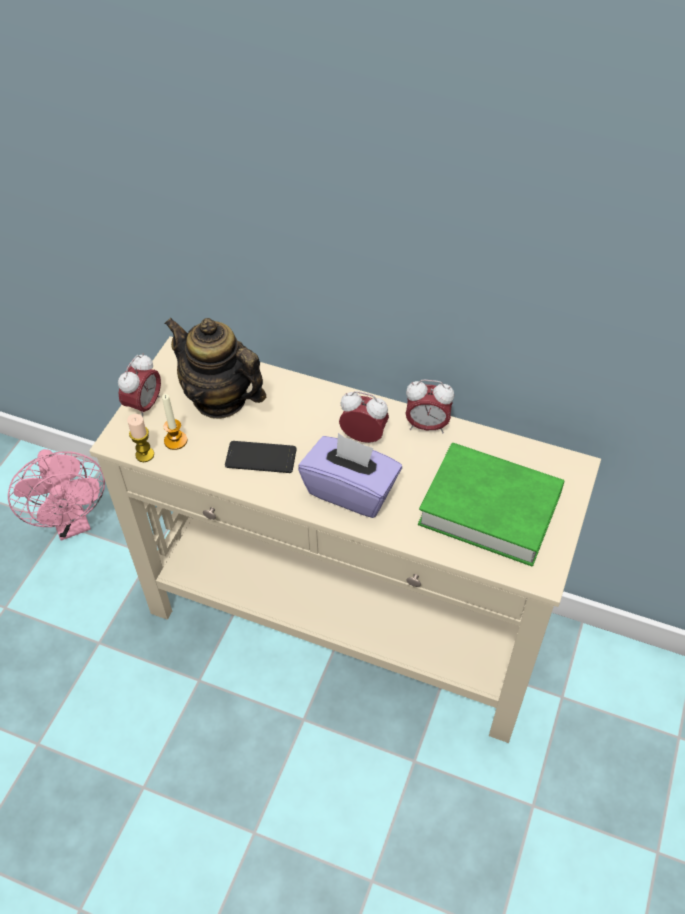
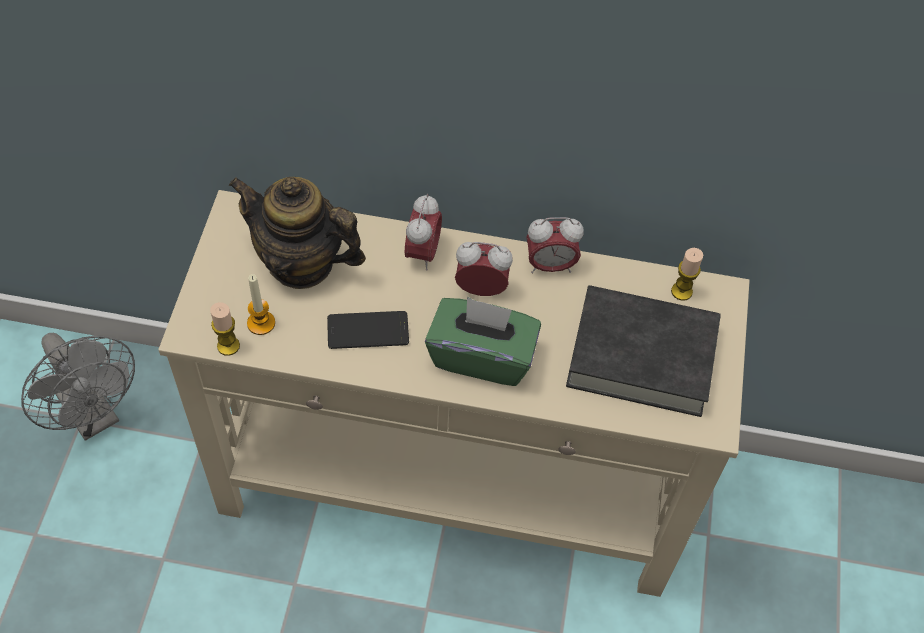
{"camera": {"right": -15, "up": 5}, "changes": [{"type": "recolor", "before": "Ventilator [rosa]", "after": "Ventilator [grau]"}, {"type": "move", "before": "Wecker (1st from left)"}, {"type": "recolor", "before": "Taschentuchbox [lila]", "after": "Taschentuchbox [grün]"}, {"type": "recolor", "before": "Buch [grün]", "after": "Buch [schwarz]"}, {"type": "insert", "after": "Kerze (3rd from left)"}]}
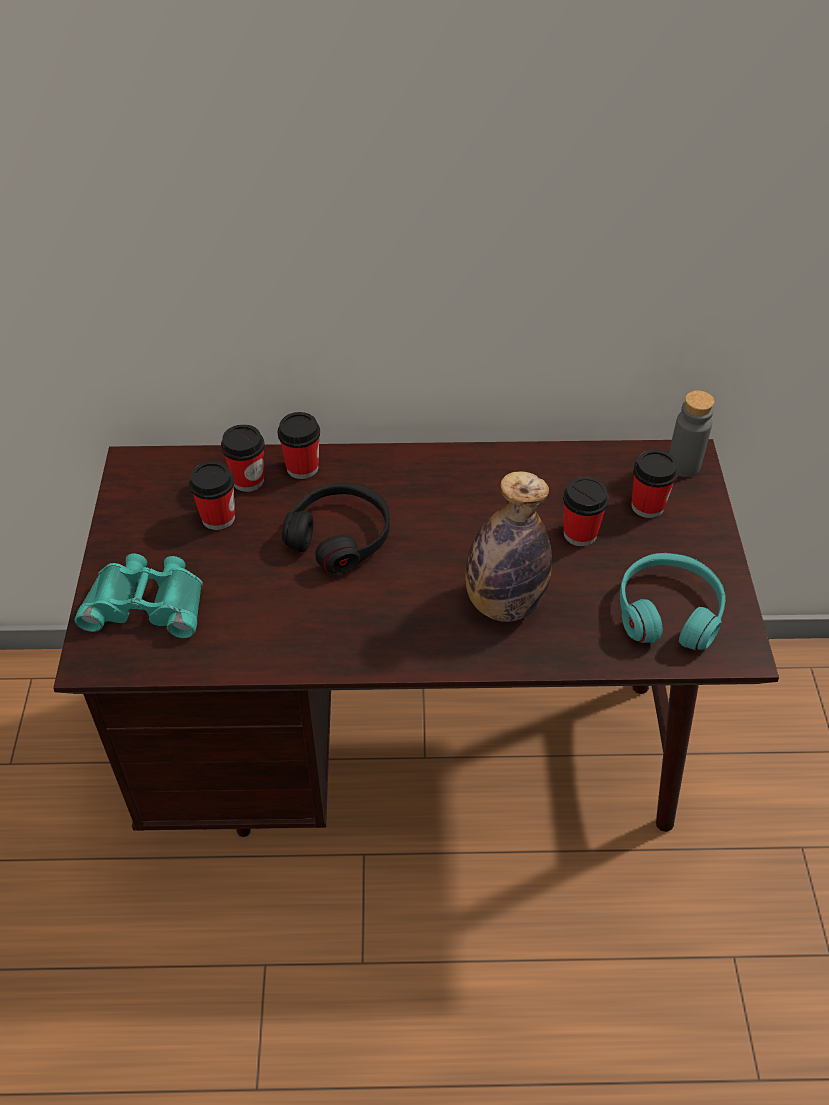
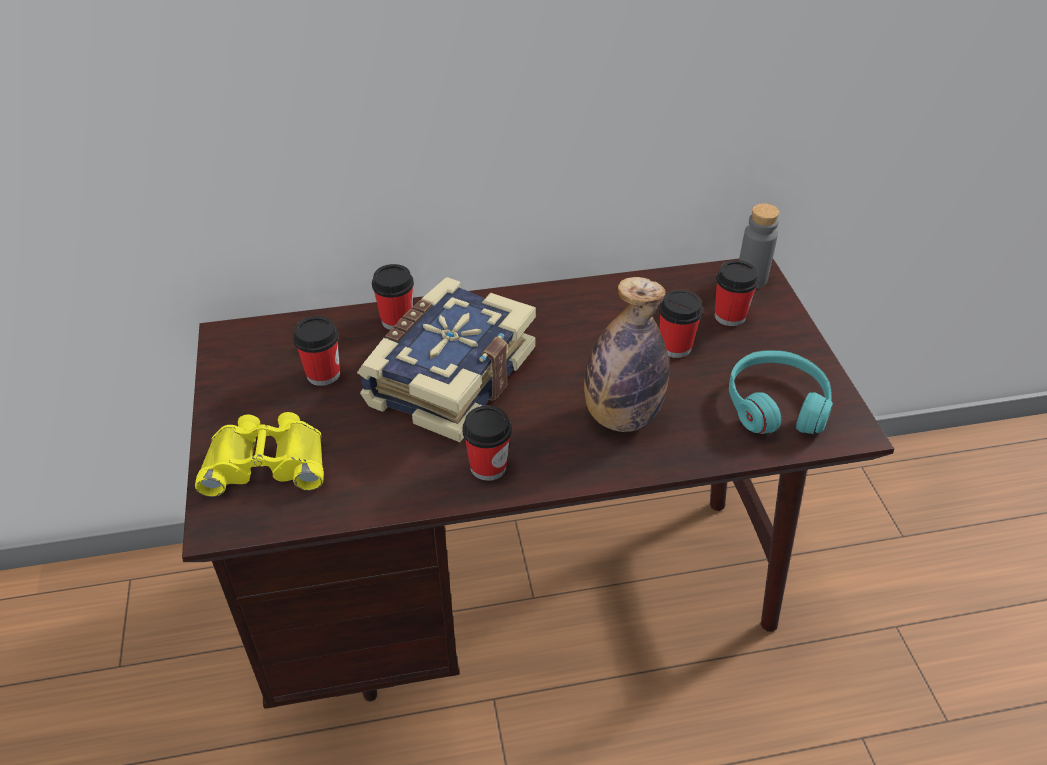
{"camera": {"right": -10, "up": -5}, "changes": [{"type": "recolor", "before": "Fernglas [türkis]", "after": "Fernglas [gelb]"}, {"type": "move", "before": "Tasse (2nd from left in the first image)", "after": "Tasse (3rd from left)"}, {"type": "replace", "before": "Kopfhörer [schwarz]", "after": "Buch"}]}
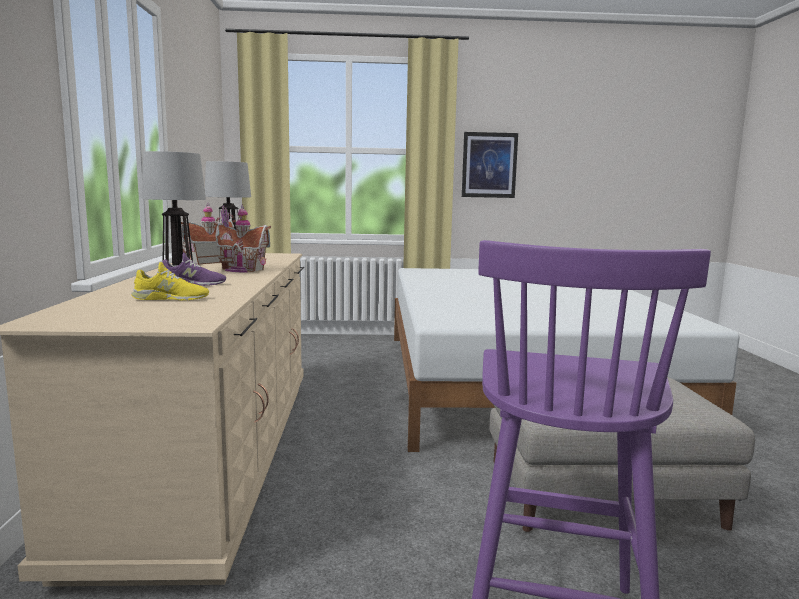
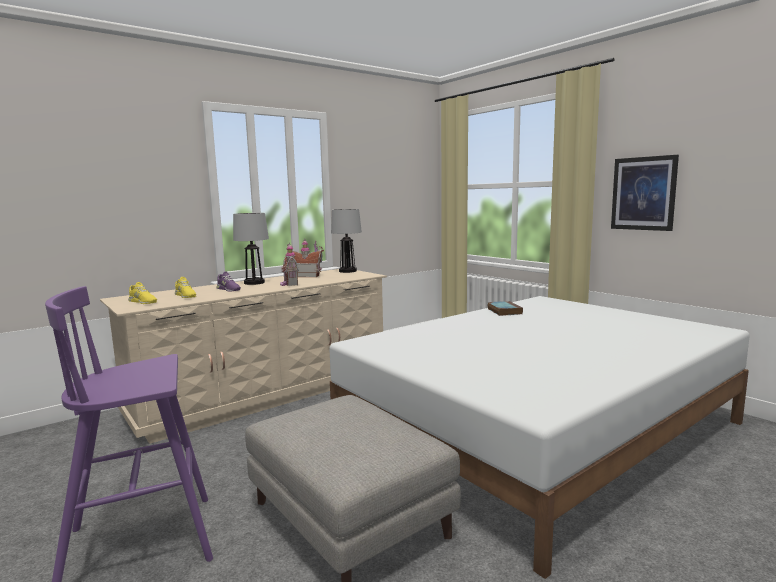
{"camera": {"right": 55, "up": 0}, "changes": [{"type": "insert", "after": "Schuh [gelb] (1st from left)"}, {"type": "insert", "after": "Buch"}]}
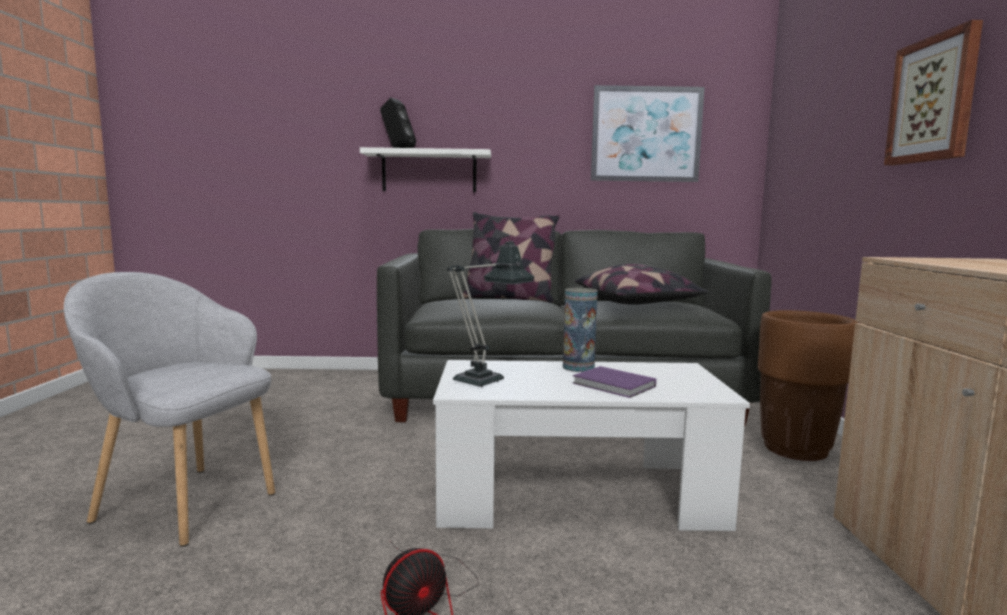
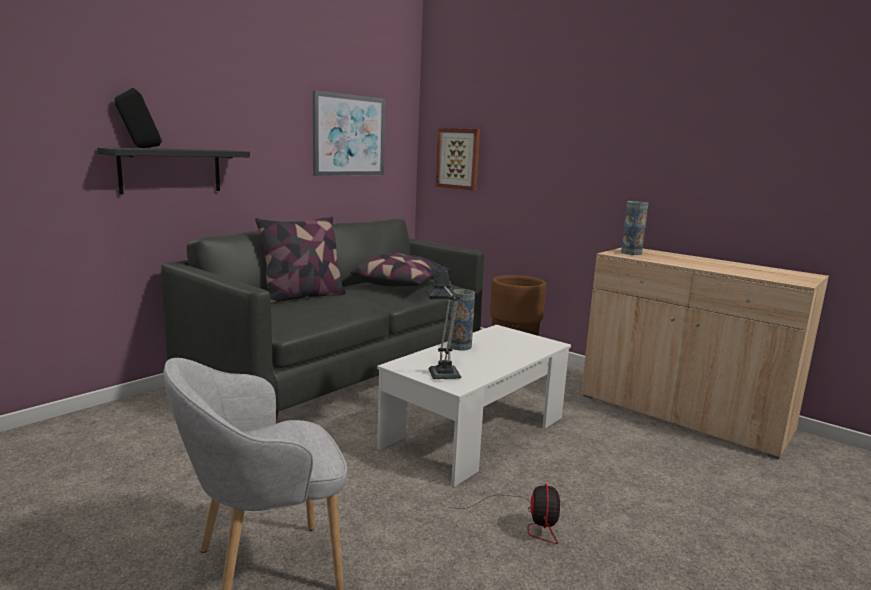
{"camera": {"right": -50, "up": 5}, "changes": [{"type": "recolor", "before": "Wandregal [weiß]", "after": "Wandregal [schwarz]"}, {"type": "delete", "before": "Buch [lila]"}, {"type": "move", "before": "Bild (2nd from left)"}, {"type": "insert", "after": "Vase (2nd from left)"}]}
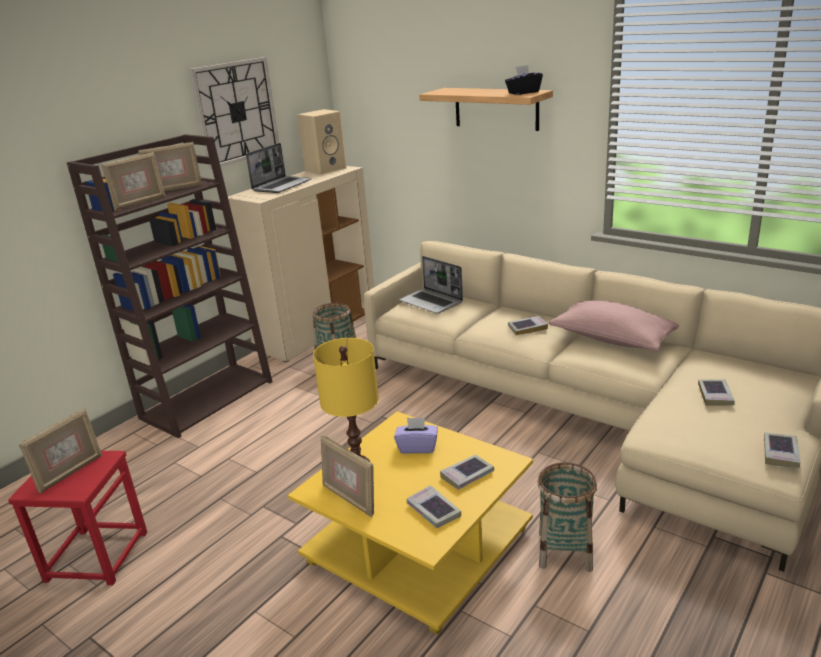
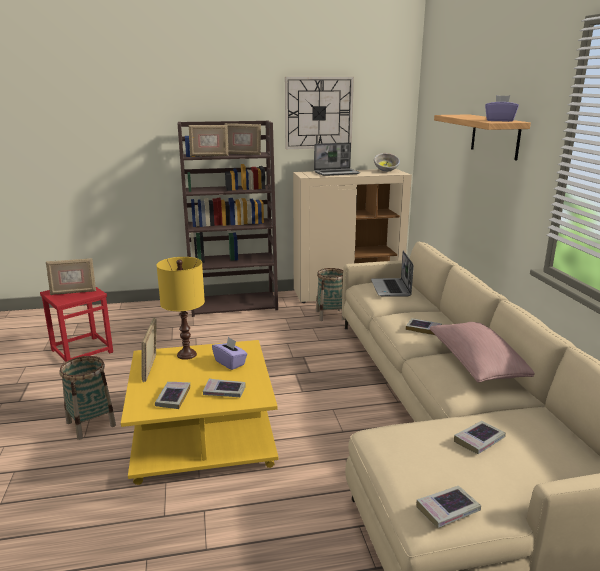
{"camera": {"right": 40, "up": -5}, "changes": [{"type": "replace", "before": "Lautsprecher [beige]", "after": "Schüssel"}, {"type": "recolor", "before": "Taschentuchbox [schwarz]", "after": "Taschentuchbox [lila] (2nd from left)"}, {"type": "move", "before": "Korb (2nd from left in the first image)", "after": "Korb (1st from left)"}]}
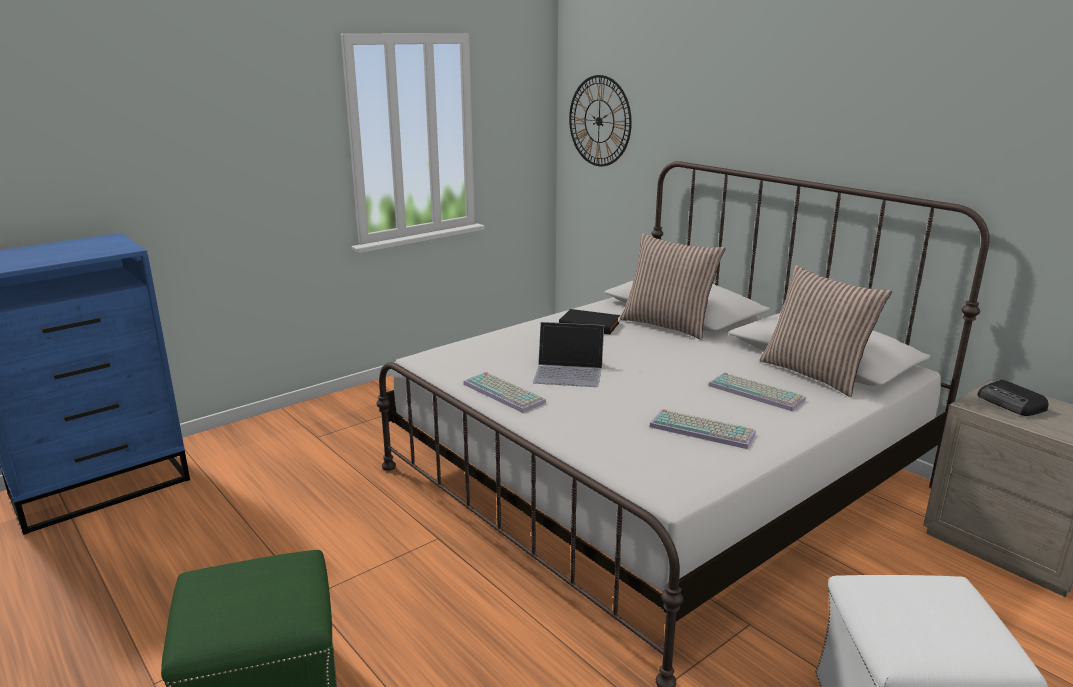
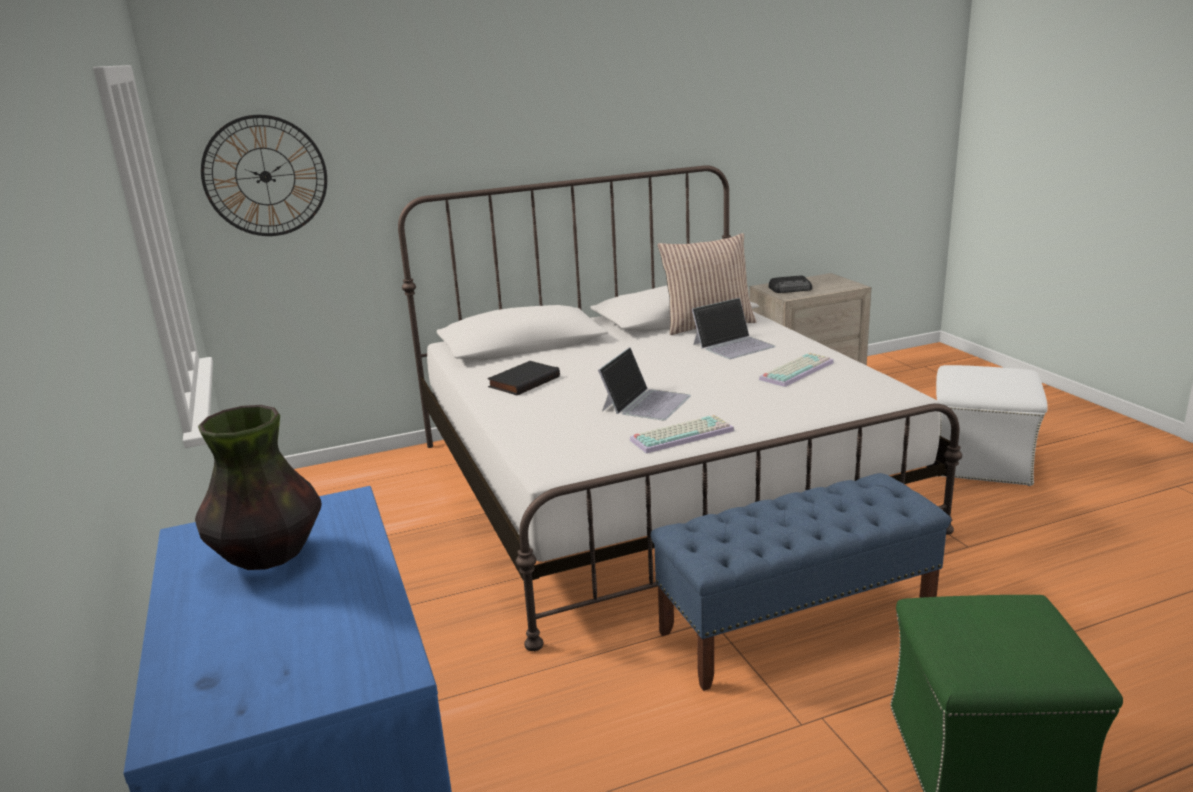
{"camera": {"right": -70, "up": 0}, "changes": [{"type": "delete", "before": "Kissen (1st from left)"}, {"type": "replace", "before": "Tastatur (3rd from left)", "after": "Laptop (2nd from left)"}, {"type": "insert", "after": "Vase"}, {"type": "insert", "after": "Bank [blau]"}]}
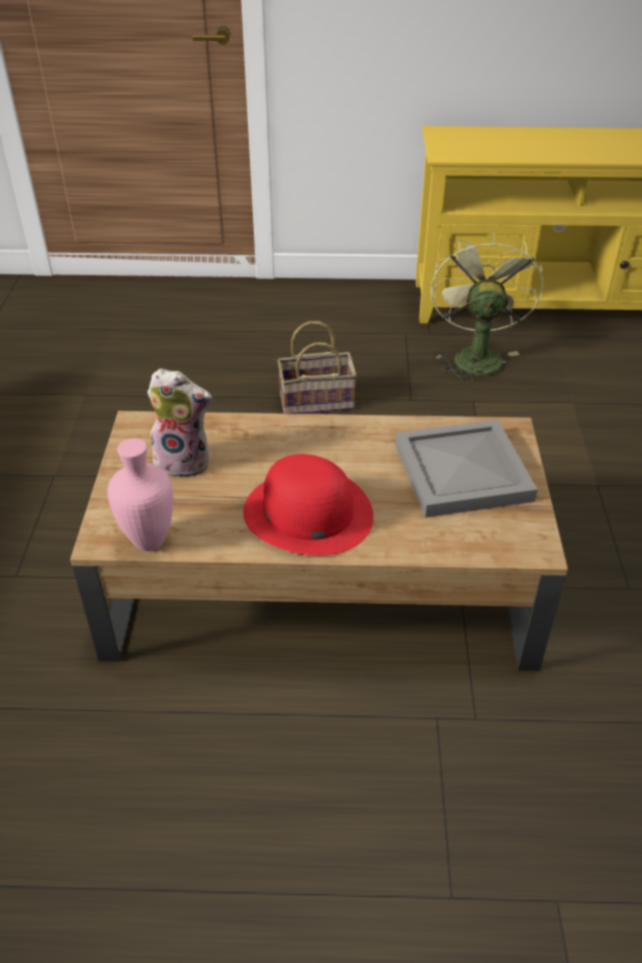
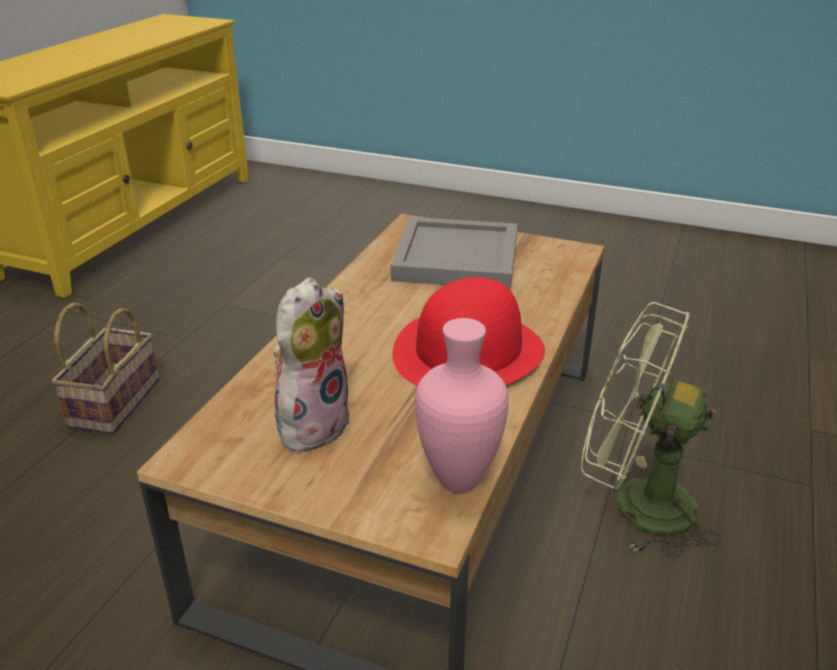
{"camera": {"right": -70, "up": -10}, "changes": [{"type": "move", "before": "Ventilator [grün]"}]}
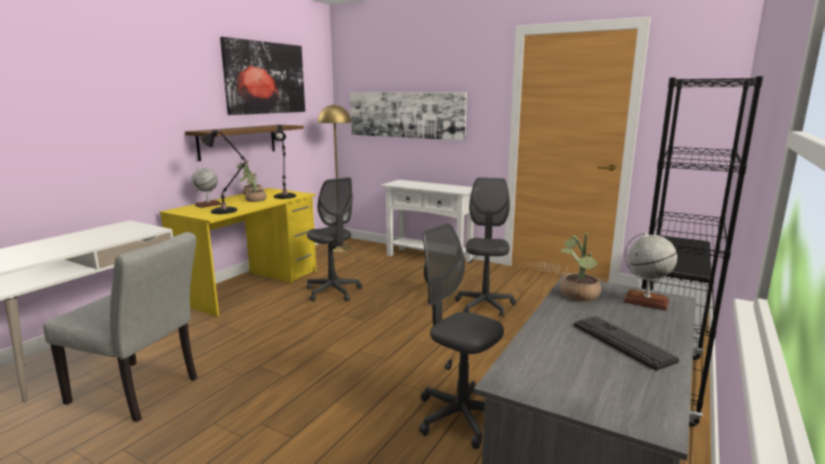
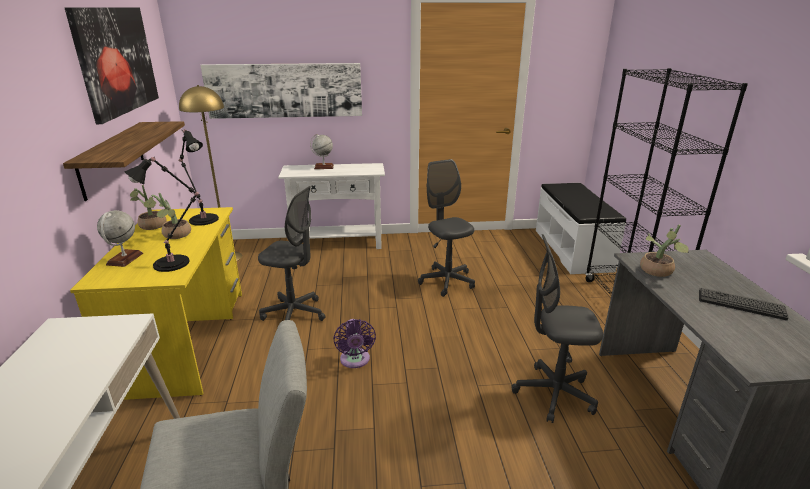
{"camera": {"right": -35, "up": 10}, "changes": [{"type": "move", "before": "Globus (2nd from left)"}, {"type": "insert", "after": "Ventilator [lila]"}]}
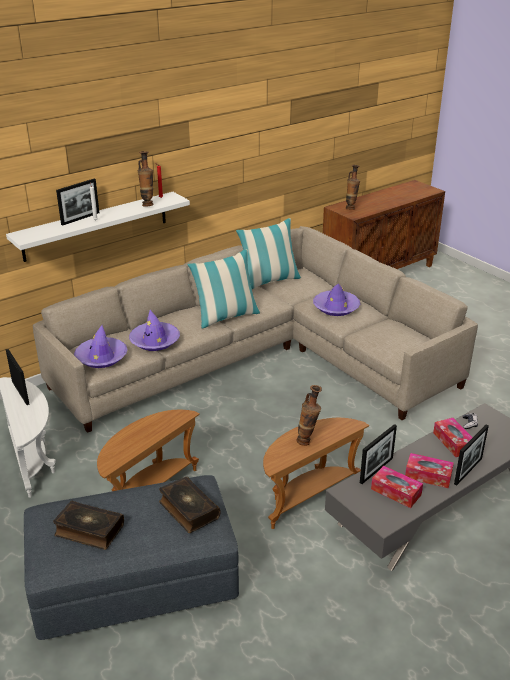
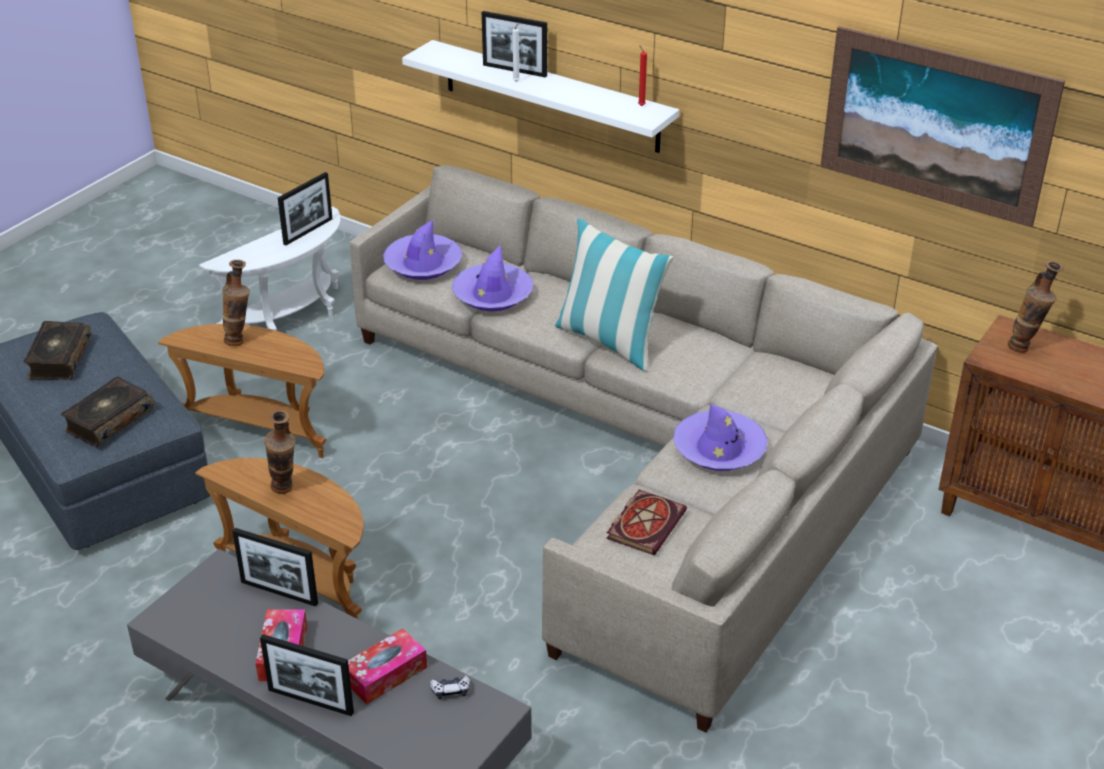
{"camera": {"right": 70, "up": 5}, "changes": [{"type": "move", "before": "Vase (1st from left)"}, {"type": "delete", "before": "Kissen (2nd from left)"}, {"type": "delete", "before": "Taschentuchbox (1st from left)"}, {"type": "insert", "after": "Buch (3rd from left)"}, {"type": "insert", "after": "Bild"}]}
